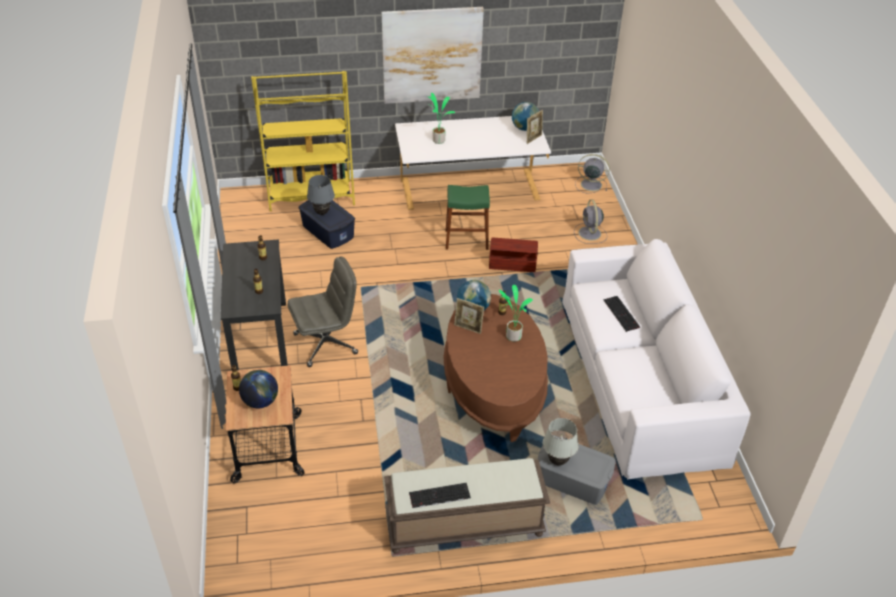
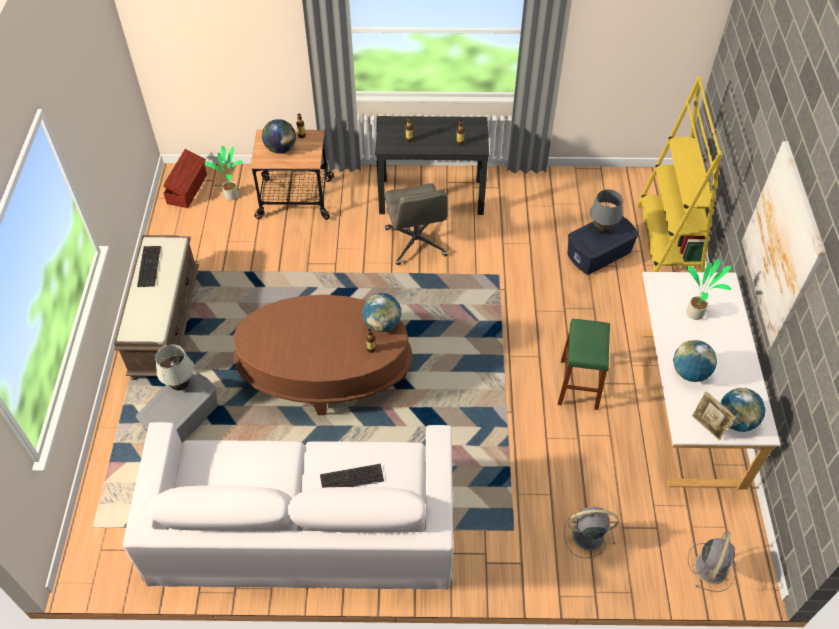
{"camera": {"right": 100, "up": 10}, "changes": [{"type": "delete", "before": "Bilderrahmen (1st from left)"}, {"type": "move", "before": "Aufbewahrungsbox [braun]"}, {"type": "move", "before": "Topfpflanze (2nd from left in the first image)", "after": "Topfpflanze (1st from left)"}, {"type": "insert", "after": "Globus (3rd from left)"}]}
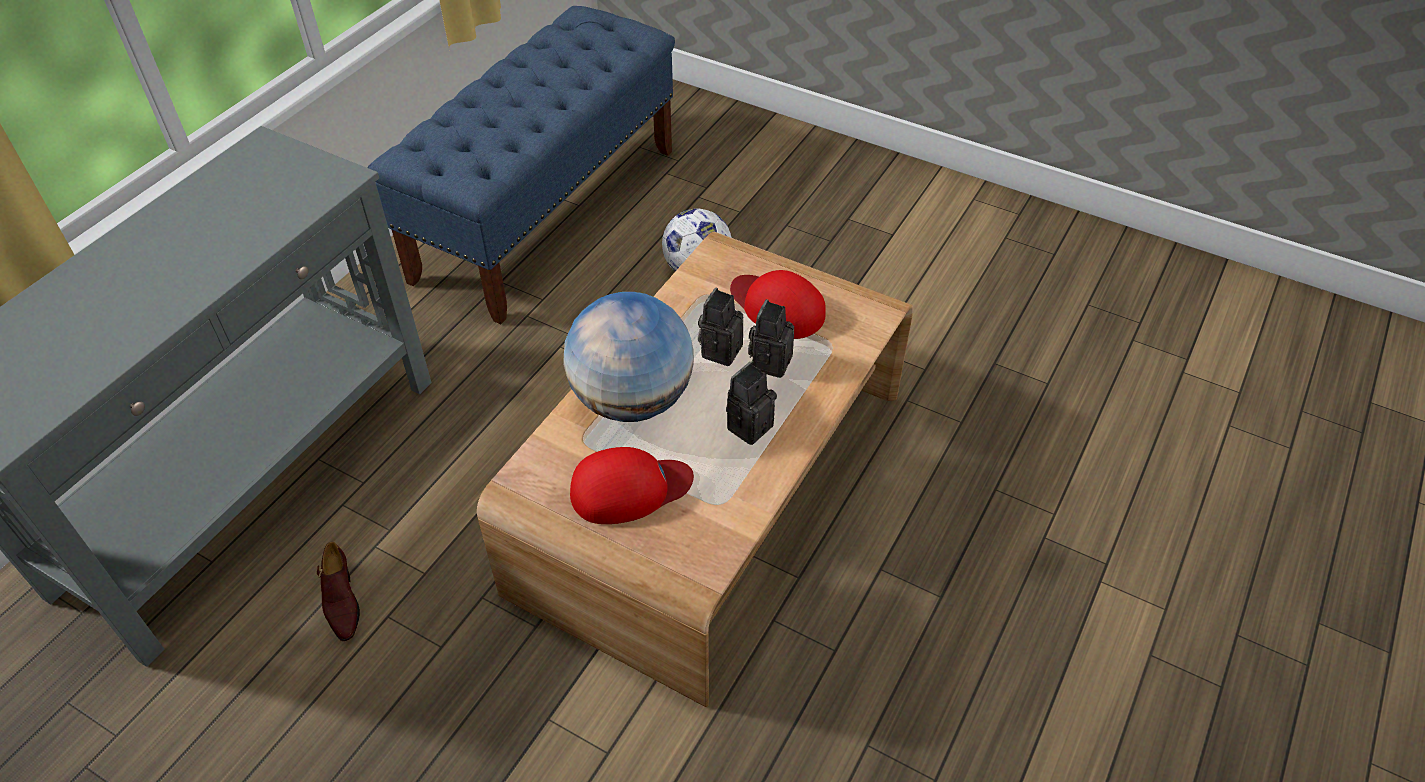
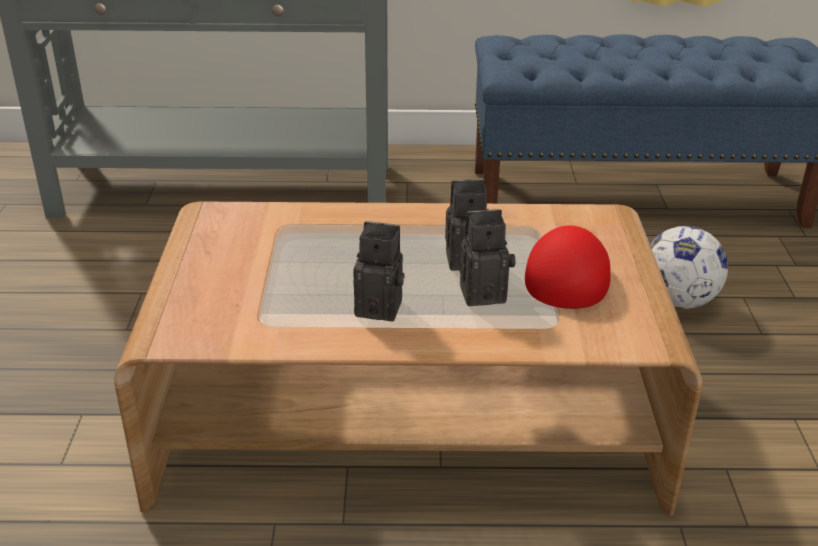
{"camera": {"right": 60, "up": -15}, "changes": [{"type": "delete", "before": "Schuh [braun]"}, {"type": "delete", "before": "Globus"}, {"type": "delete", "before": "Kappe [rot] (1st from left)"}]}
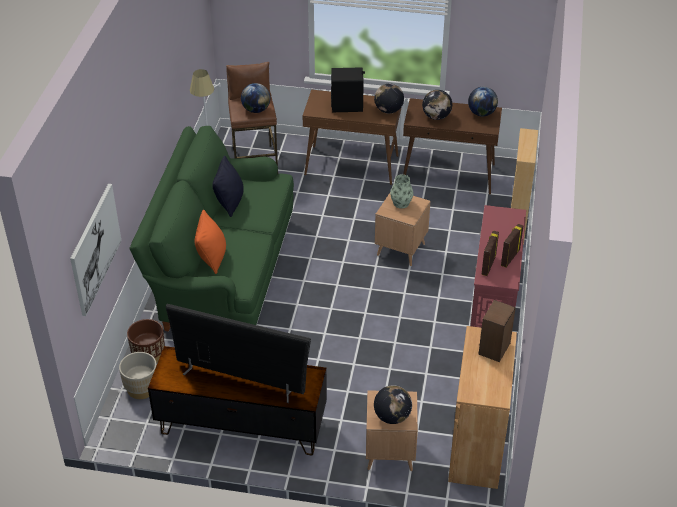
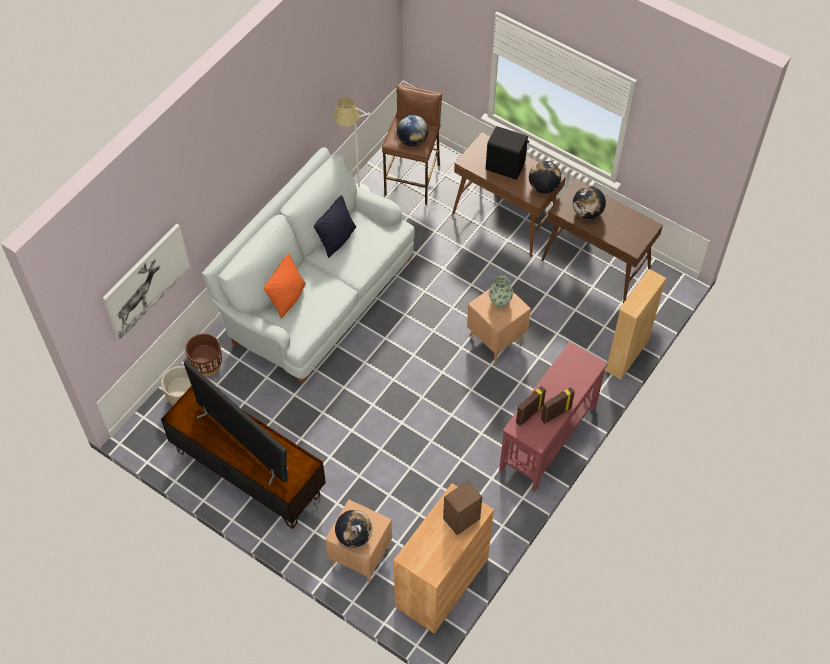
{"camera": {"right": 25, "up": 15}, "changes": [{"type": "recolor", "before": "Sofa [grün]", "after": "Sofa [weiß]"}, {"type": "delete", "before": "Globus (5th from left)"}]}
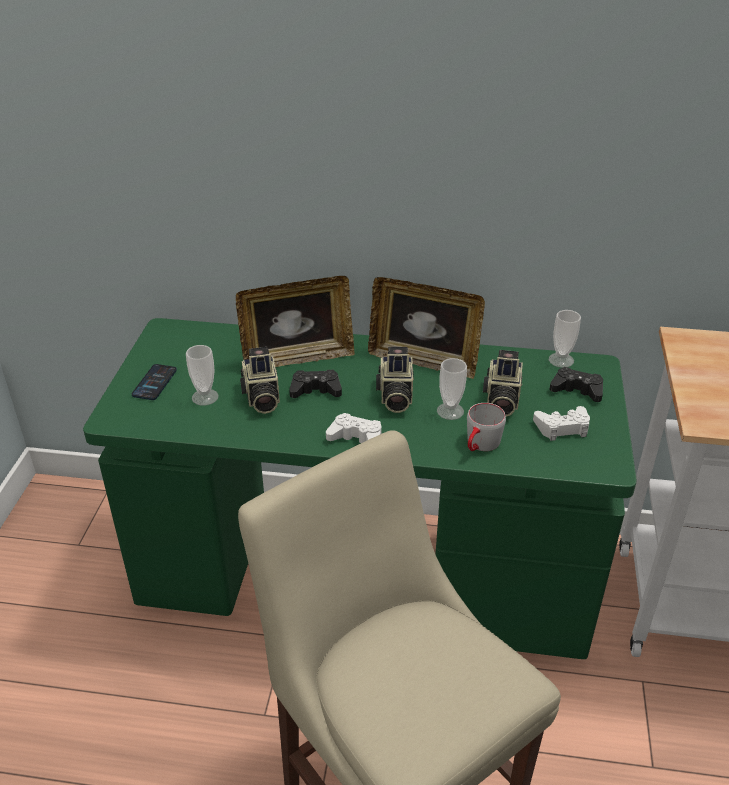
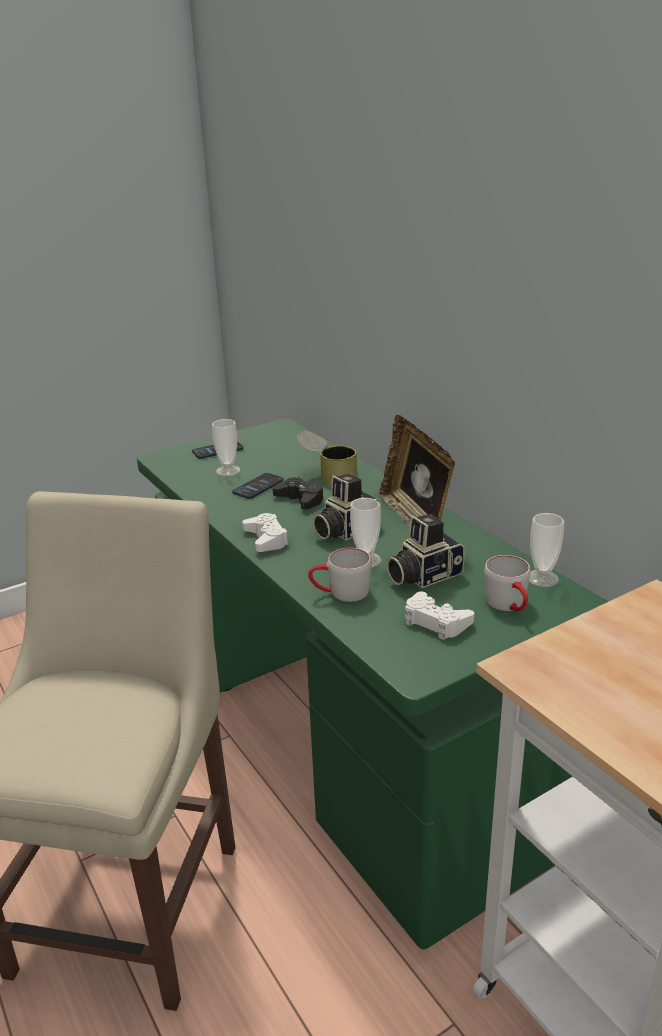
{"camera": {"right": 50, "up": -10}, "changes": [{"type": "replace", "before": "Bilderrahmen (1st from left)", "after": "Dose"}, {"type": "replace", "before": "Kamera (1st from left)", "after": "Handy (2nd from left)"}, {"type": "replace", "before": "Gamepad [schwarz] (2nd from left)", "after": "Henkelbecher [grau] (2nd from left)"}]}
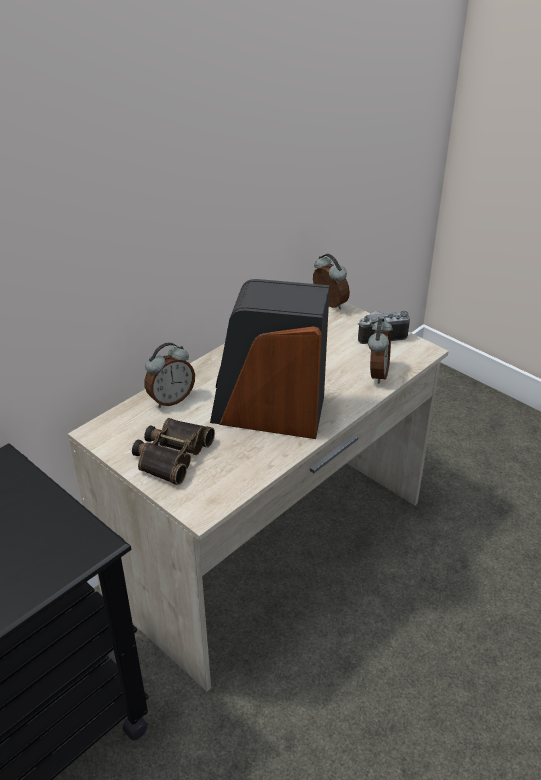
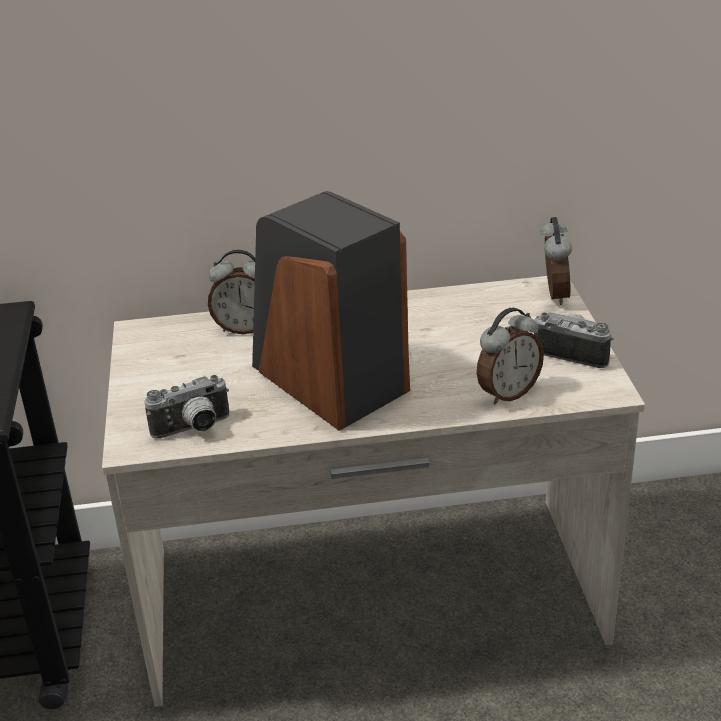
{"camera": {"right": 40, "up": -5}, "changes": [{"type": "delete", "before": "Fernglas"}, {"type": "insert", "after": "Kamera (1st from left)"}]}
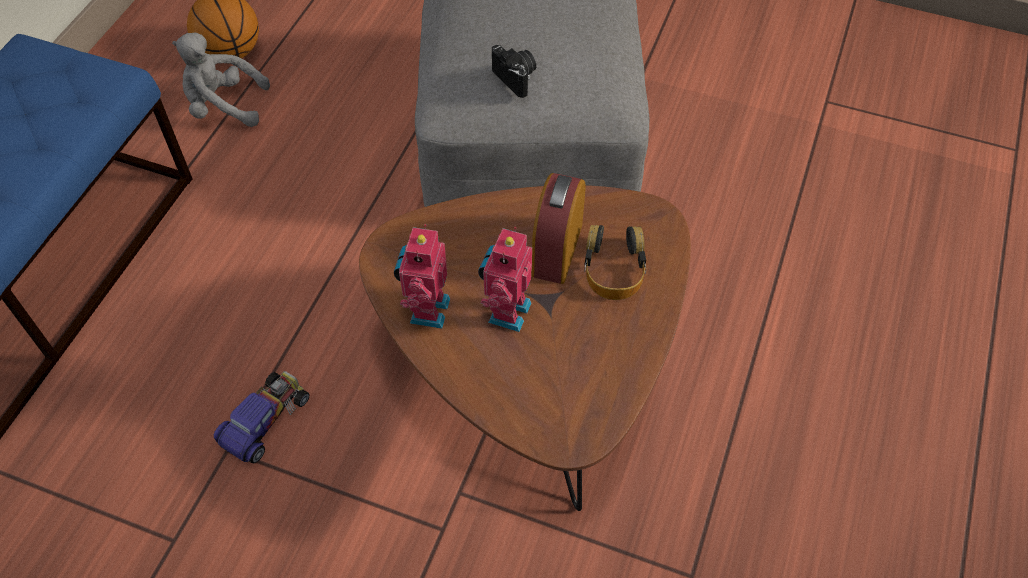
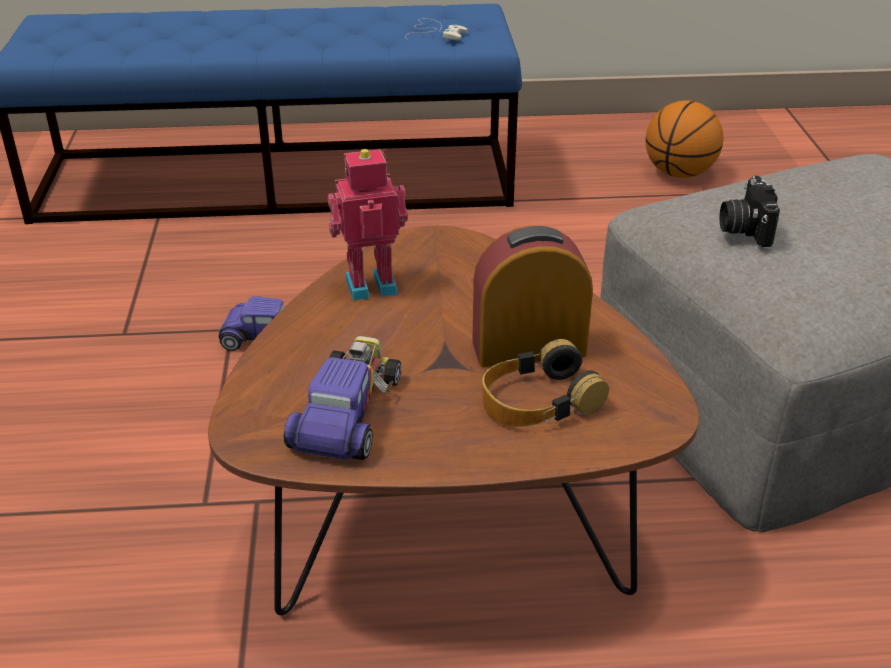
{"camera": {"right": 65, "up": -20}, "changes": [{"type": "delete", "before": "Plüschtier [grau]"}, {"type": "delete", "before": "Spielzeugroboter (2nd from left)"}, {"type": "rotate", "before": "Kamera", "turn": 150}, {"type": "insert", "after": "Spielzeugauto (2nd from left)"}, {"type": "insert", "after": "Gamepad [weiß]"}]}
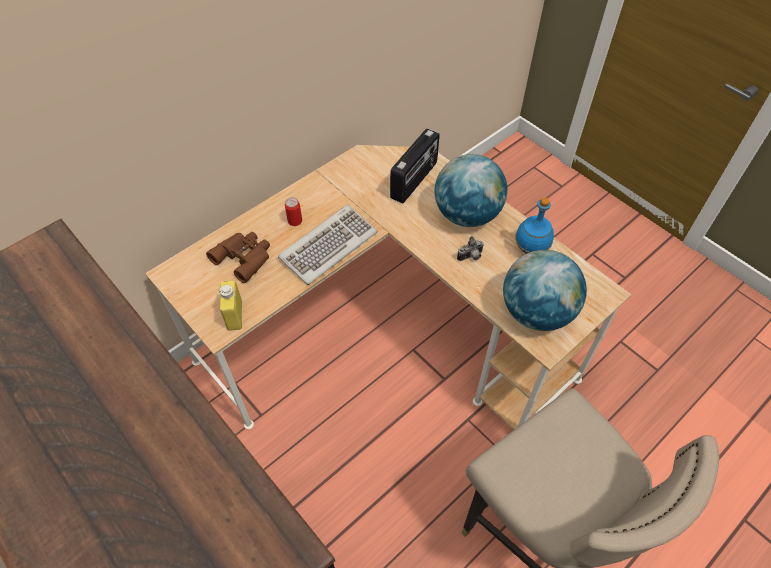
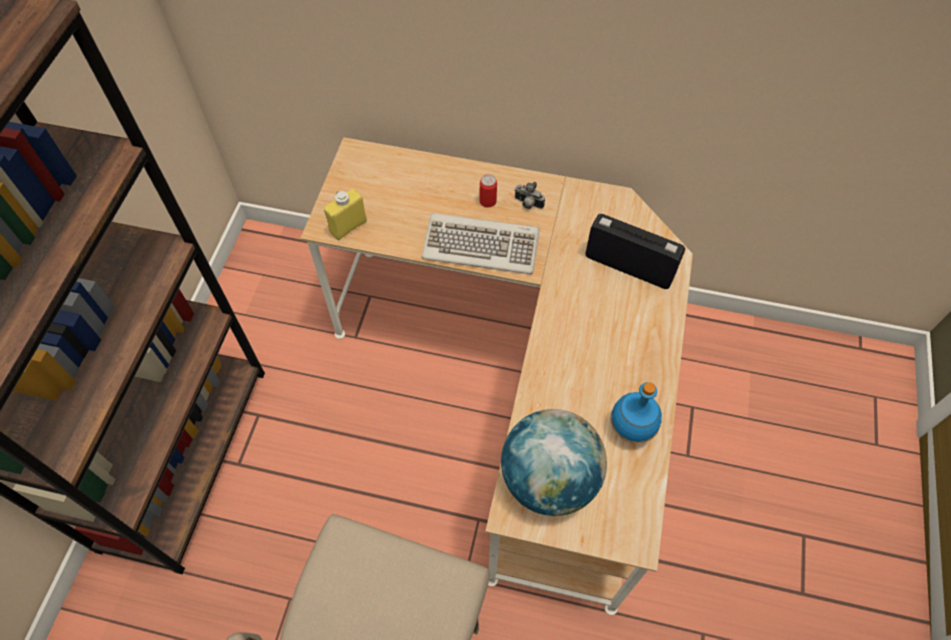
{"camera": {"right": 55, "up": 5}, "changes": [{"type": "delete", "before": "Fernglas [braun]"}, {"type": "rotate", "before": "Radio", "turn": -150}, {"type": "delete", "before": "Globus (1st from left)"}, {"type": "move", "before": "Kamera"}]}
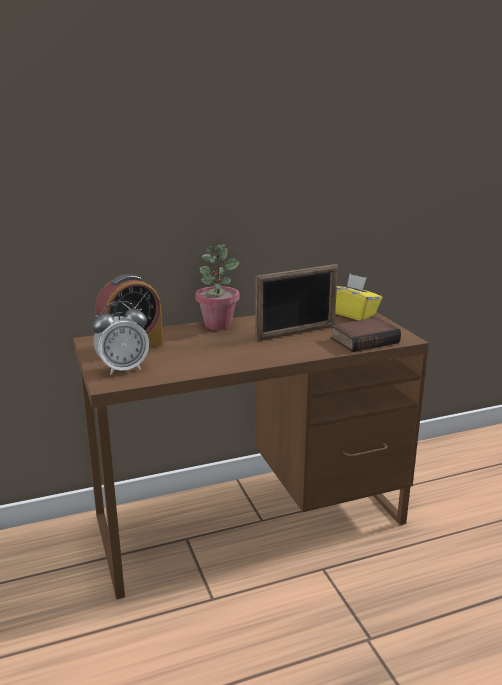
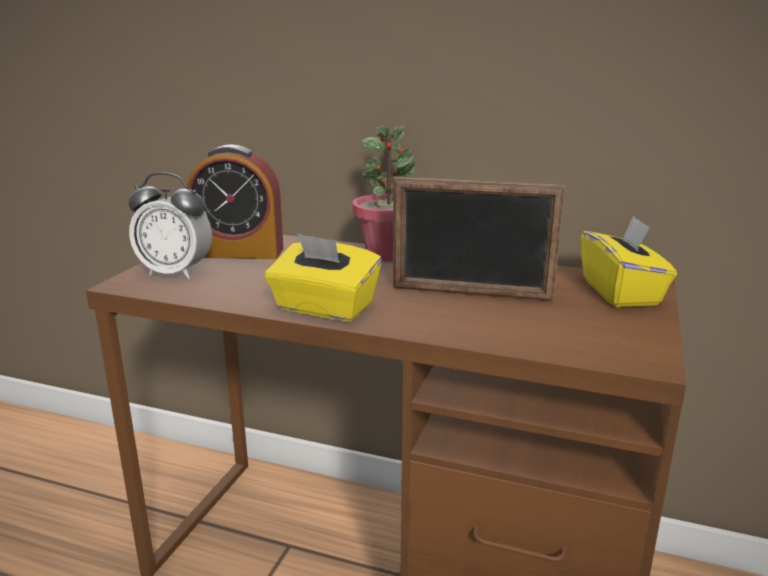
{"camera": {"right": 40, "up": 0}, "changes": [{"type": "delete", "before": "Buch"}, {"type": "insert", "after": "Taschentuchbox [gelb] (1st from left)"}]}
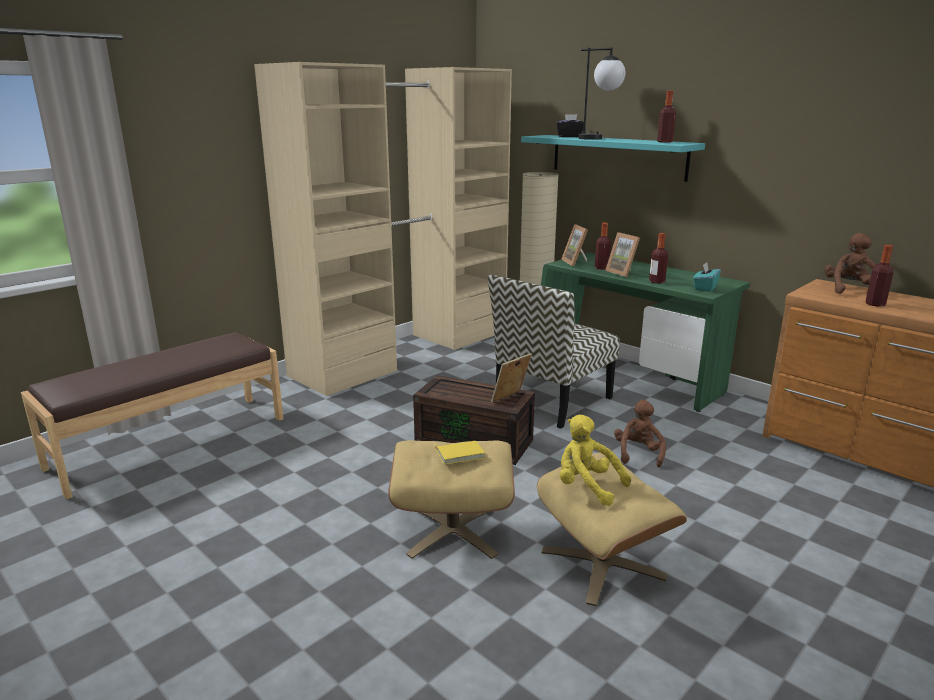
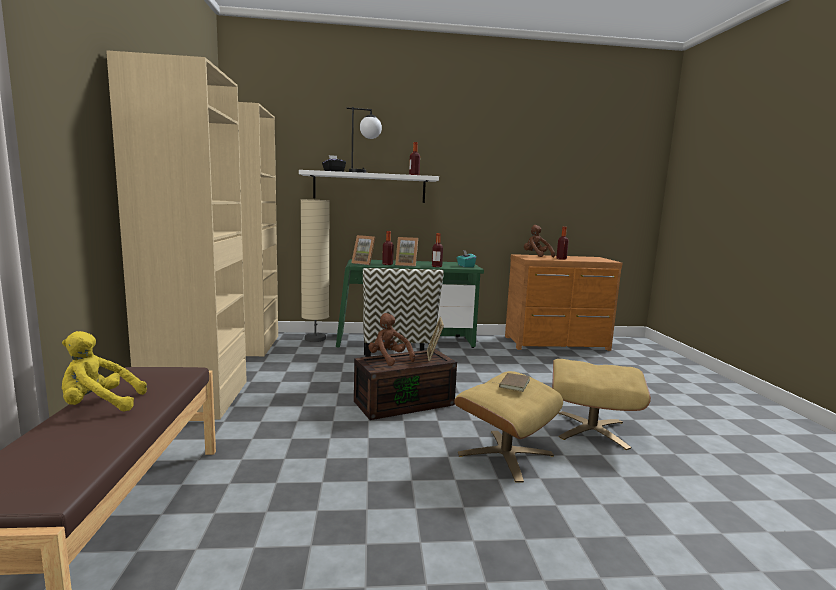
{"camera": {"right": -50, "up": -10}, "changes": [{"type": "recolor", "before": "Buch [gelb]", "after": "Buch [braun]"}, {"type": "recolor", "before": "Wandregal [türkis]", "after": "Wandregal [weiß]"}, {"type": "move", "before": "Plüschtier [gelb]"}, {"type": "move", "before": "Plüschtier [braun] (1st from left)"}]}
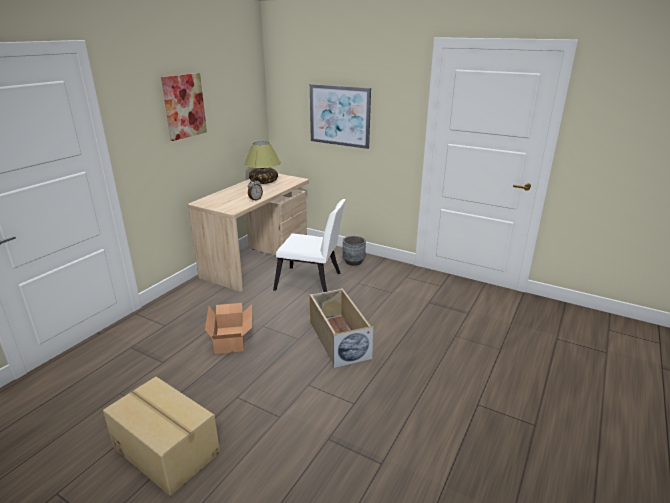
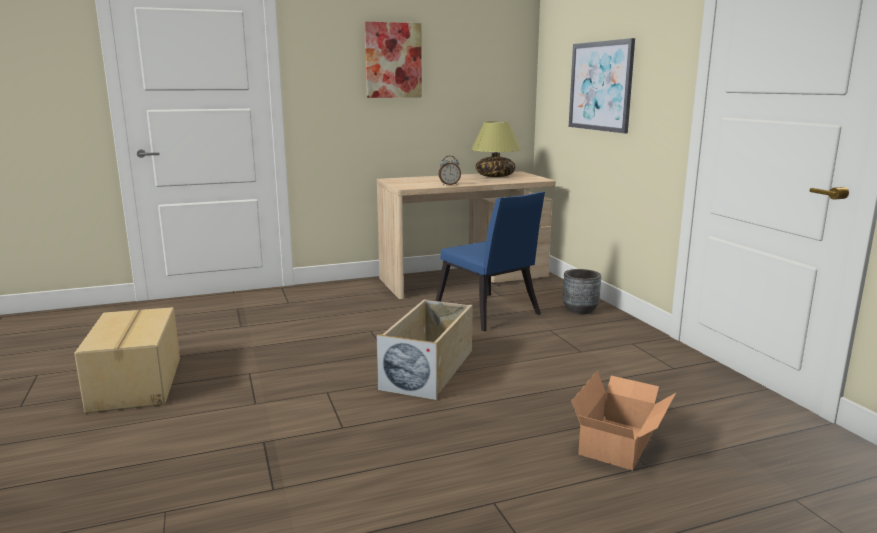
{"camera": {"right": 40, "up": -10}, "changes": [{"type": "move", "before": "Karton (2nd from left)"}, {"type": "recolor", "before": "Stuhl [weiß]", "after": "Stuhl [blau]"}]}
